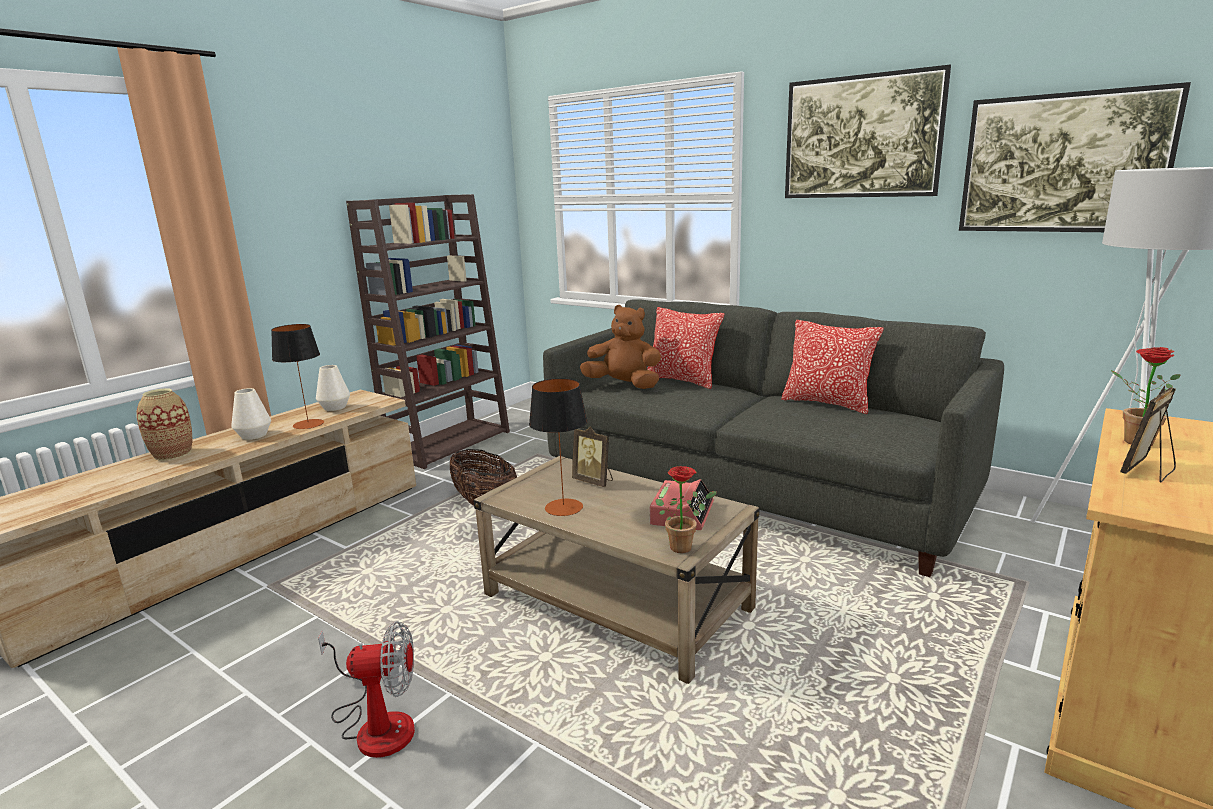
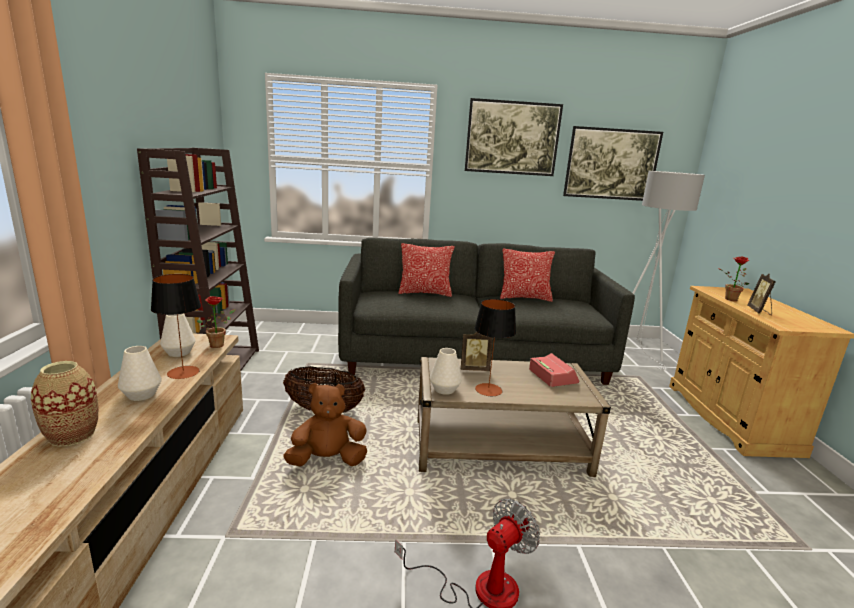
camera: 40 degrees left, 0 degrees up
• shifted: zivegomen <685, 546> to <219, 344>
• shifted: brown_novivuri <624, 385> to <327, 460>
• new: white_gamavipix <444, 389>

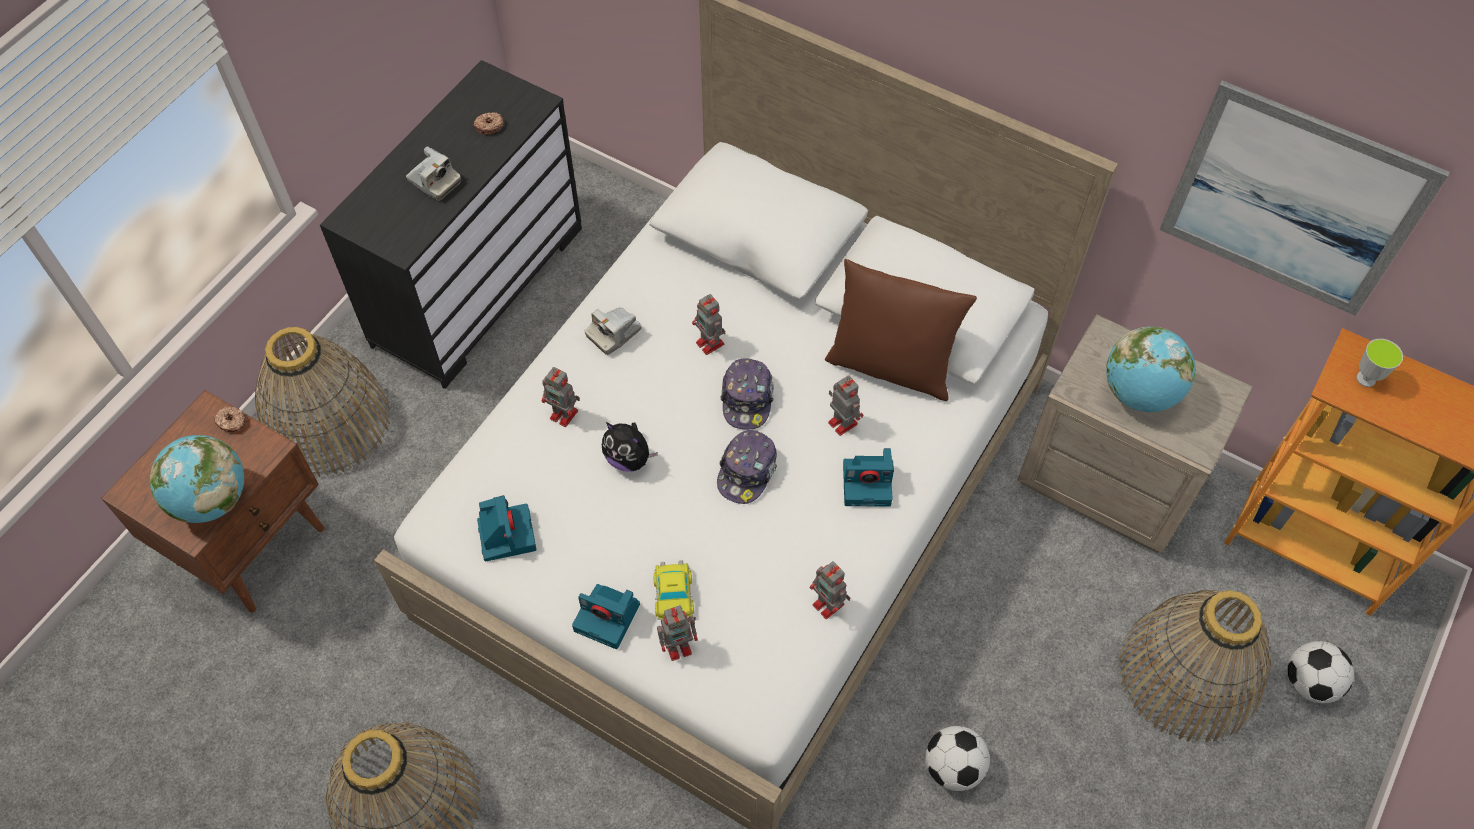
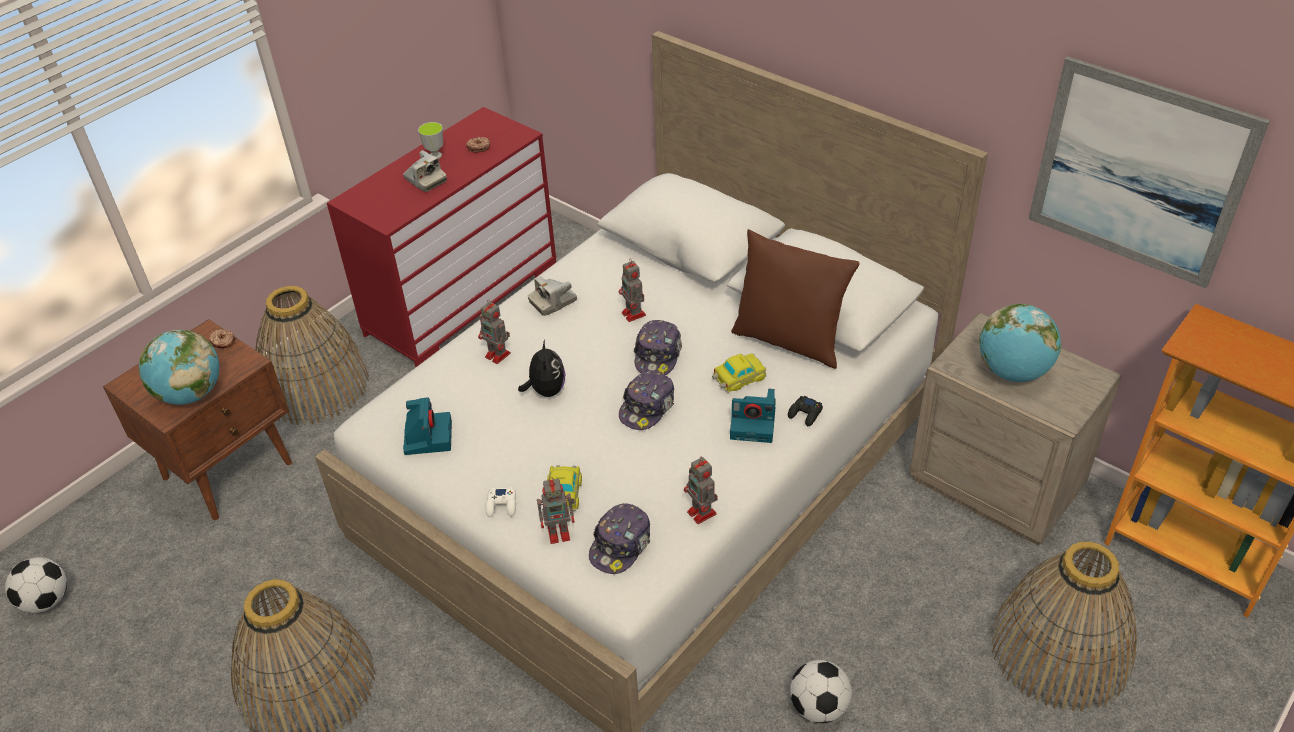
camera: 10 degrees right, 15 degrees down
• shifted: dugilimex <1309, 683> to <47, 601>
• repainted: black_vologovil <478, 285> to red_vologovil <462, 299>
• shifted: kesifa <1366, 379> to <435, 155>
• swapped: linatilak <608, 617> to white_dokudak <502, 505>
• rotated: novivuri <629, 458> = <546, 390> 135 degrees counterclockwise
• new: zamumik <621, 545>
• swapped: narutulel <842, 422> to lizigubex <738, 377>
• new: black_dokudak <805, 414>

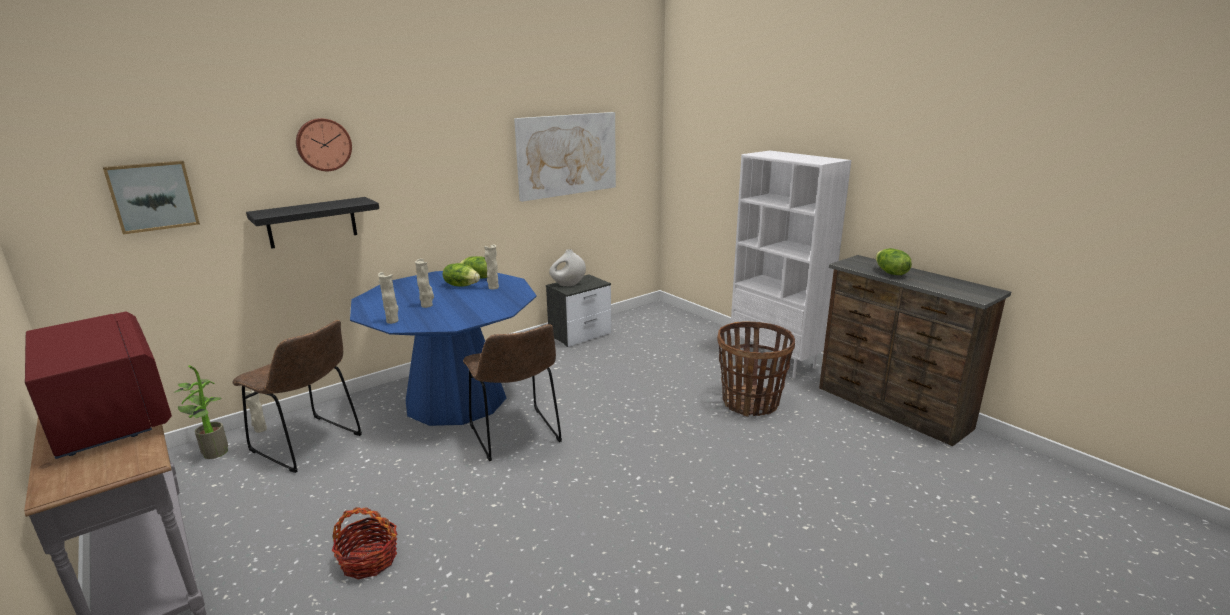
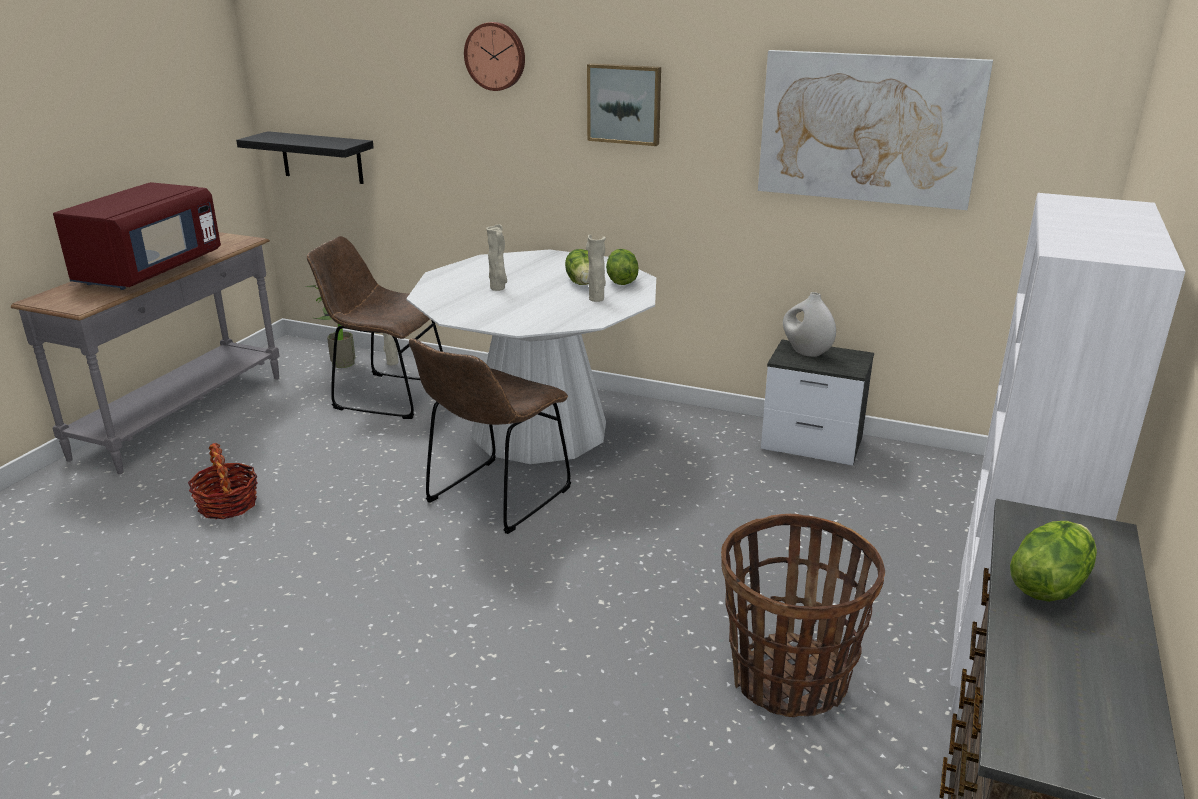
camera: 60 degrees right, 5 degrees up
• shifted: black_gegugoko <312, 222> to <321, 157>
• rotated: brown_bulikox <310, 444> = <386, 395> 105 degrees clockwise
• repainted: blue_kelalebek <456, 399> to white_kelalebek <539, 429>
• shifted: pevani <153, 196> to <625, 104>
• gone: beige_gamavipix <392, 321>

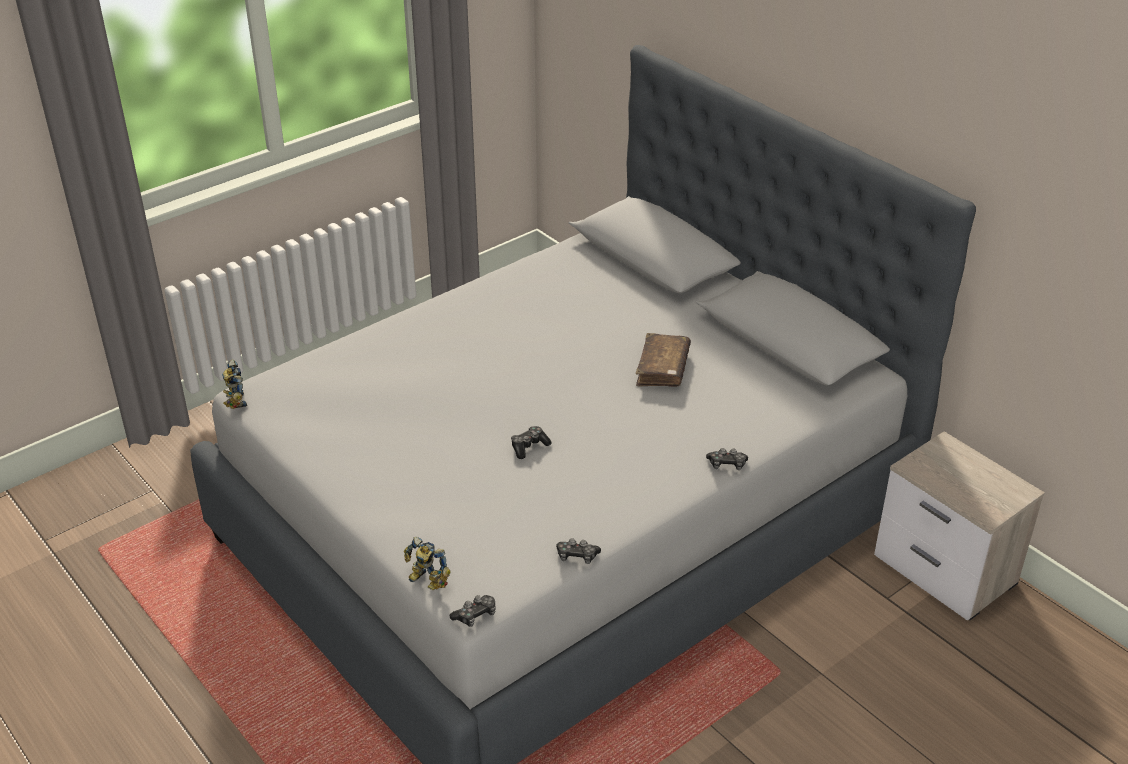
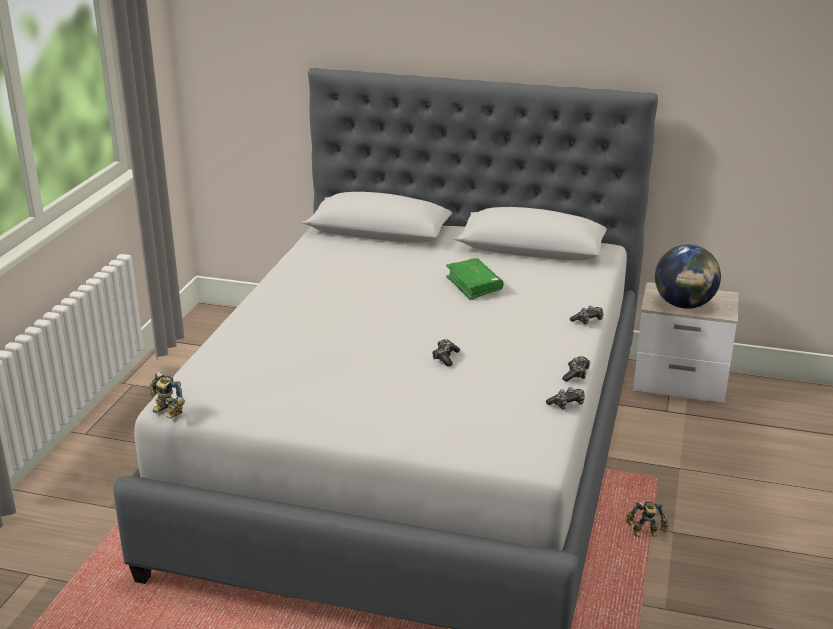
camera: 35 degrees left, 10 degrees down
• repainted: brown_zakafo <662, 369> to green_zakafo <474, 285>
• shifted: dokudak <475, 615> to <576, 374>
• shifted: narutulel <426, 582> to <646, 534>
• new: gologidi <684, 305>

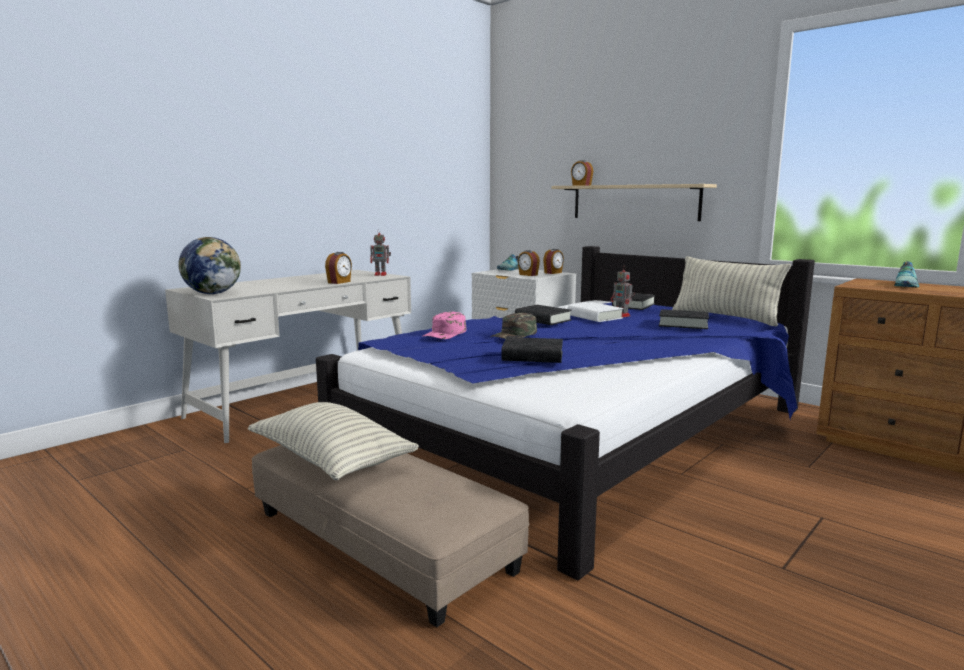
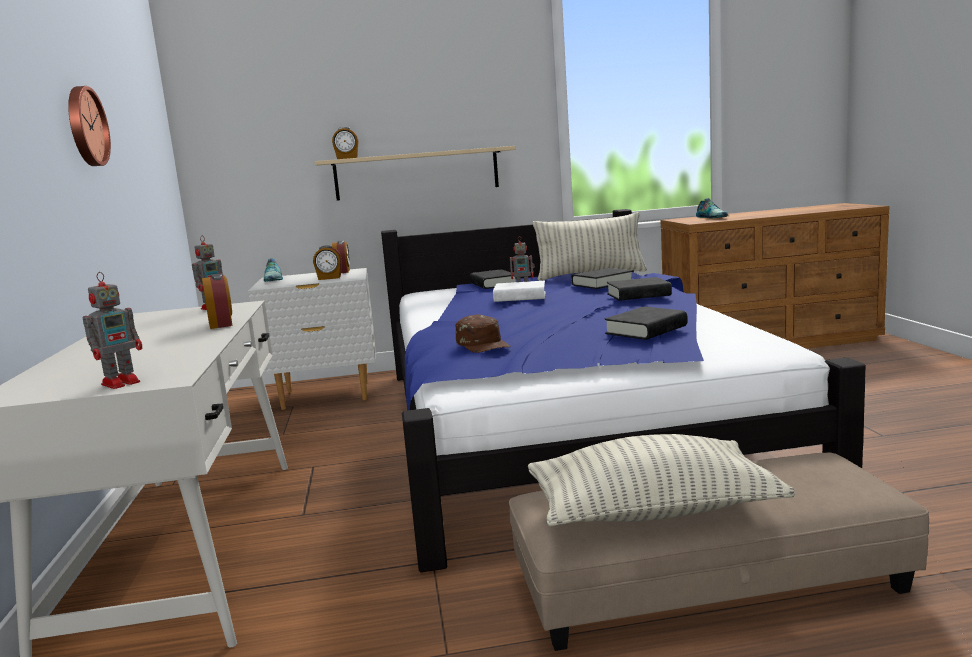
camera: 50 degrees left, 0 degrees up
• new: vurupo <85, 126>
• swapped: gologidi <213, 293> to narutulel <122, 382>
• repainted: pink_zamumik <445, 334> to brown_zamumik <483, 344>
• shifted: black_zakafo <542, 320> to <638, 295>
• gone: green_zamumik <514, 335>

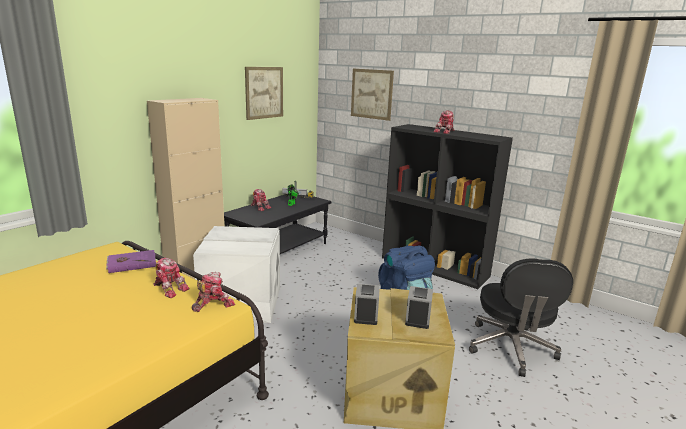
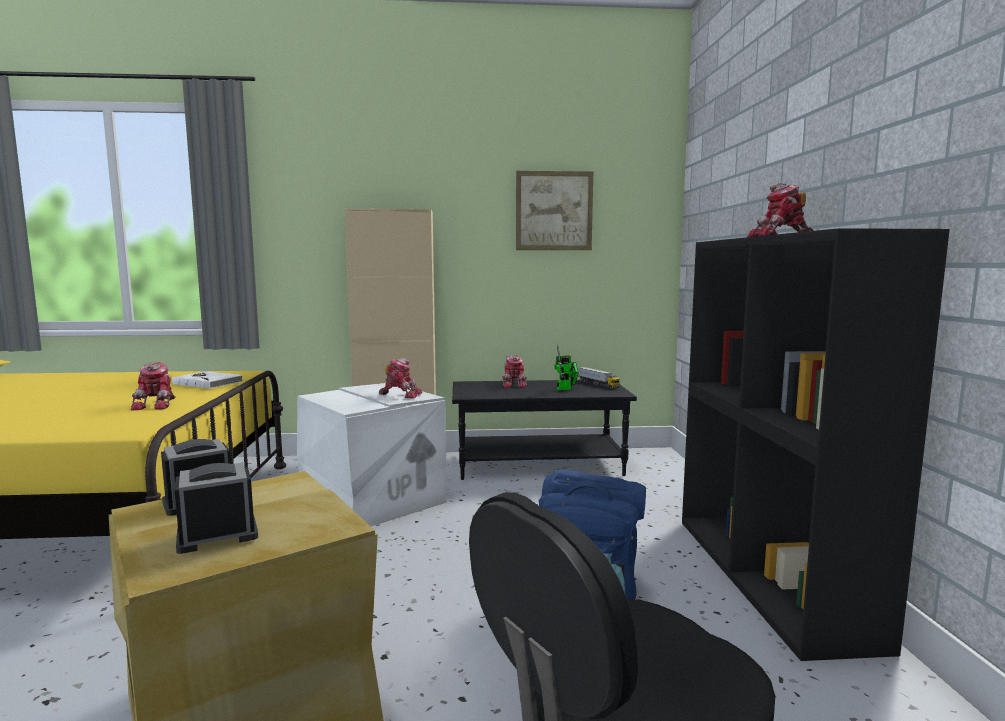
camera: 50 degrees right, 10 degrees down
• repainted: purple_zakafo <132, 263> to white_zakafo <208, 382>
• shifted: narutulel <213, 304> to <401, 394>
• gone: pevani <371, 94>

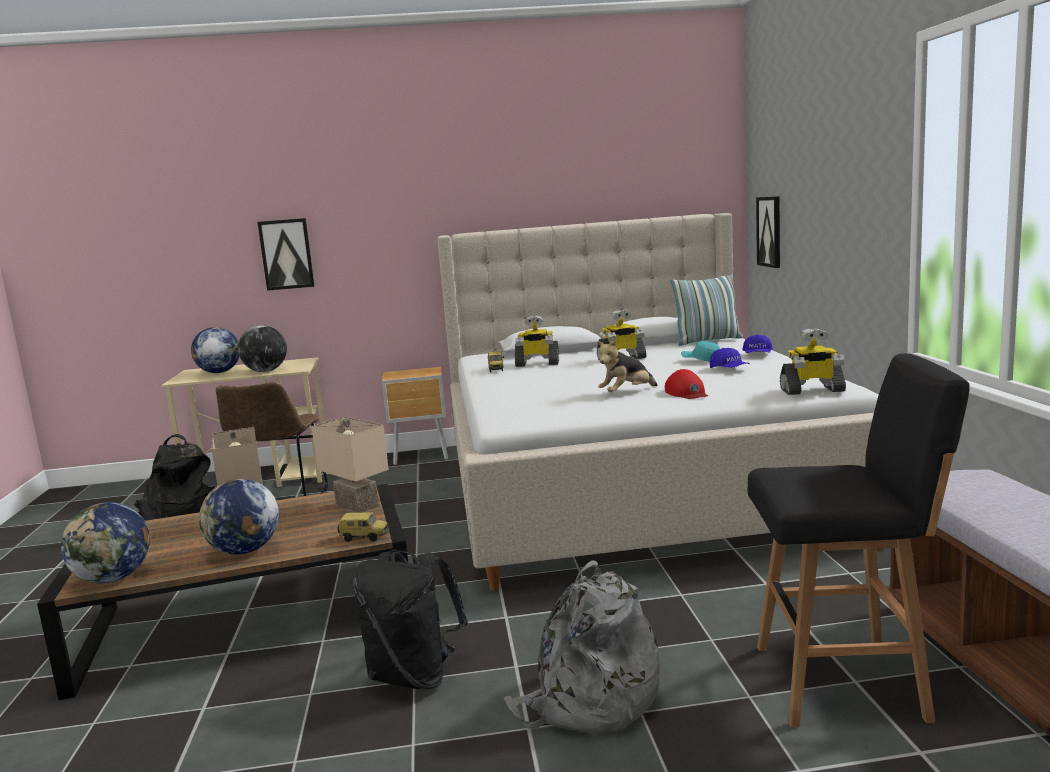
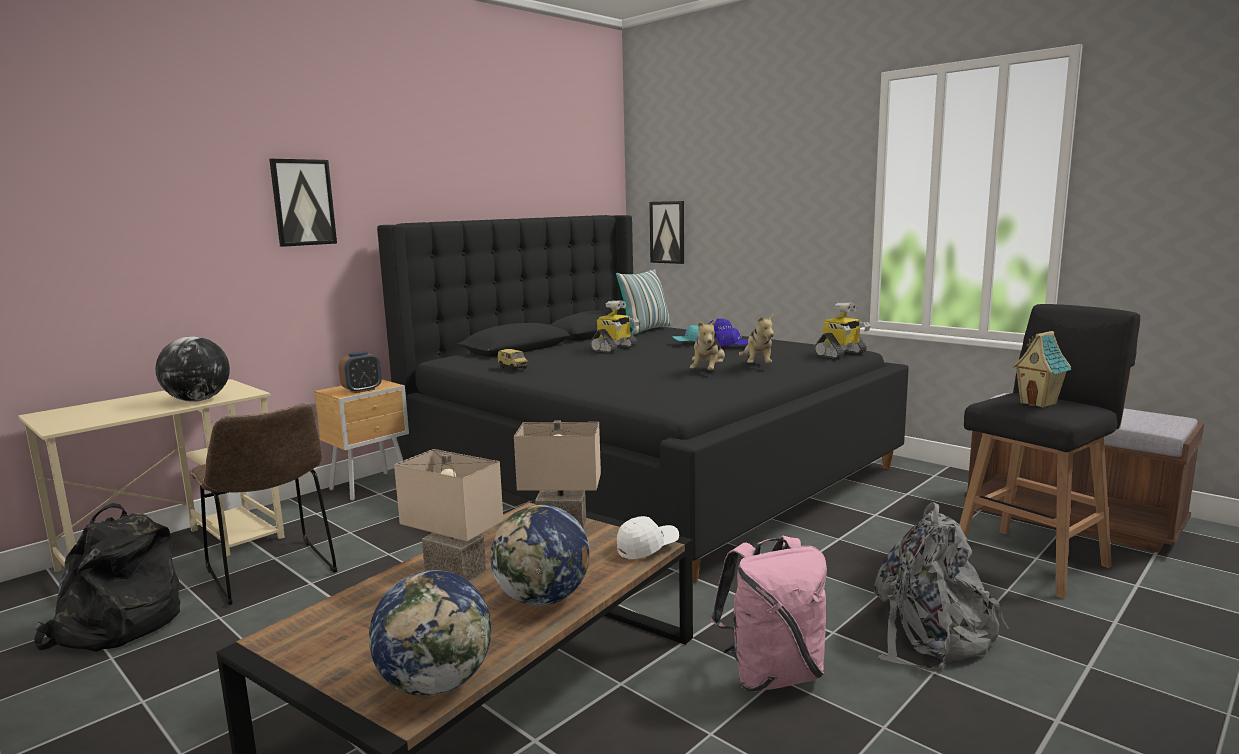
camera: 40 degrees left, 0 degrees up
• shifted: pevani <286, 254> to <303, 202>
• new: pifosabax <362, 390>
• repainted: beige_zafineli <635, 485> to black_zafineli <645, 468>
• swapped: lizigubex <364, 537> to white_zamumik <647, 548>
• repainted: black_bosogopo <414, 676> to pink_bosogopo <772, 675>
• swapped: red_zamumik <687, 393> to novivuri <757, 366>
• new: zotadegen <1039, 403>
• gone: gologidi <219, 372>
• gone: narutulel <537, 364>

